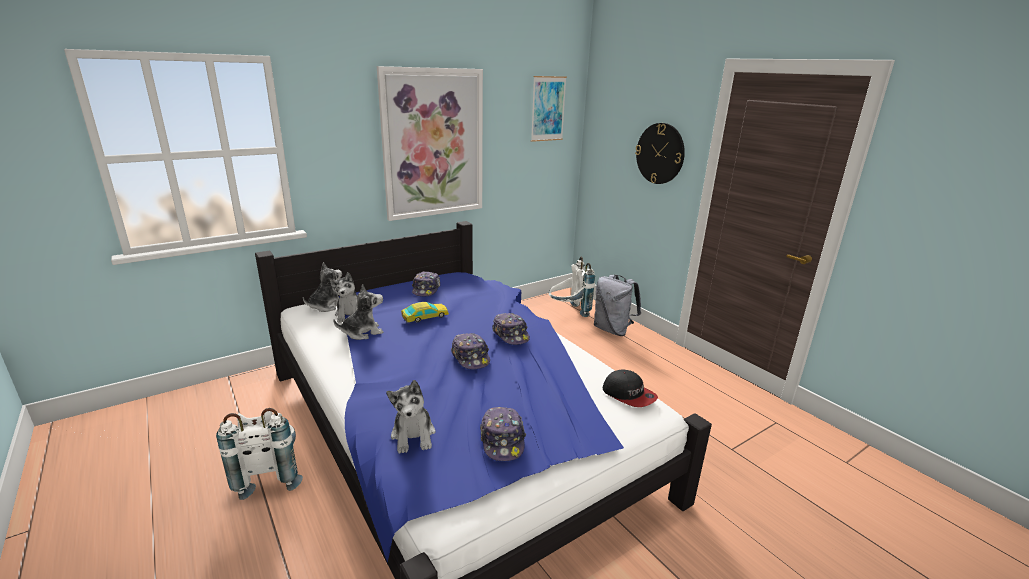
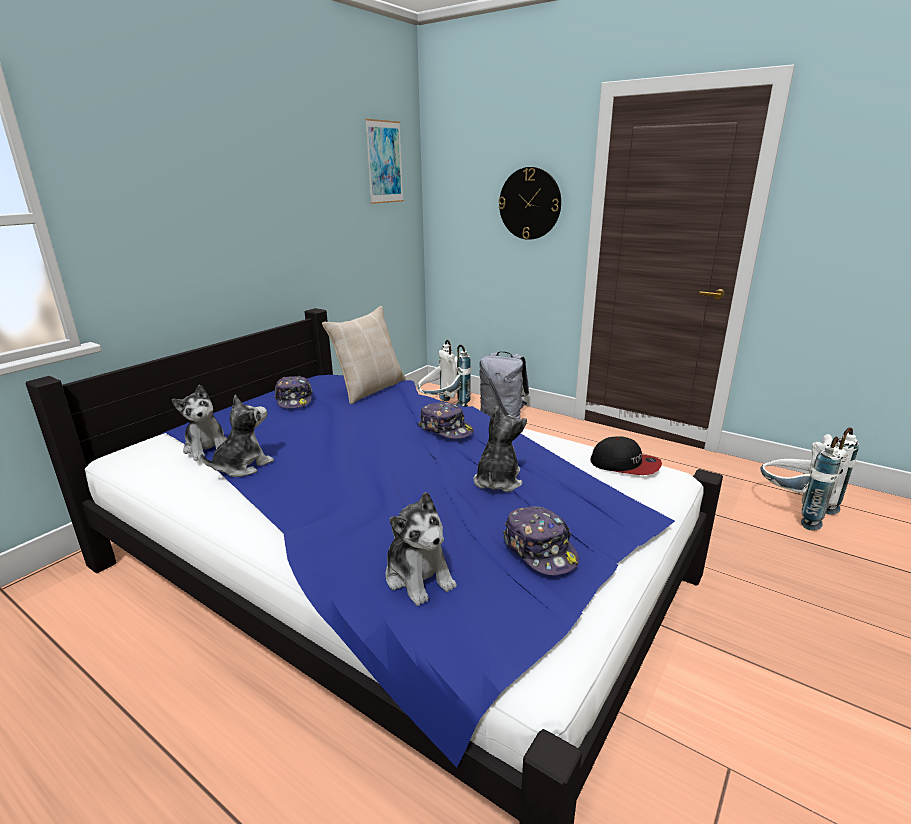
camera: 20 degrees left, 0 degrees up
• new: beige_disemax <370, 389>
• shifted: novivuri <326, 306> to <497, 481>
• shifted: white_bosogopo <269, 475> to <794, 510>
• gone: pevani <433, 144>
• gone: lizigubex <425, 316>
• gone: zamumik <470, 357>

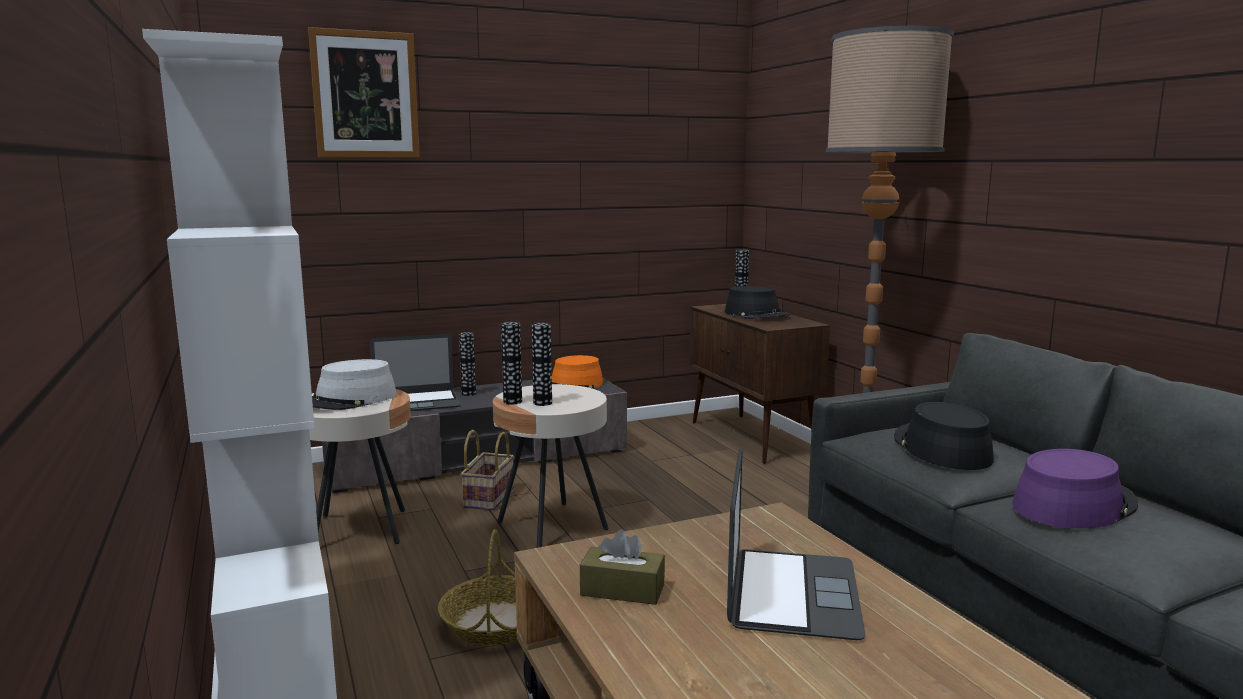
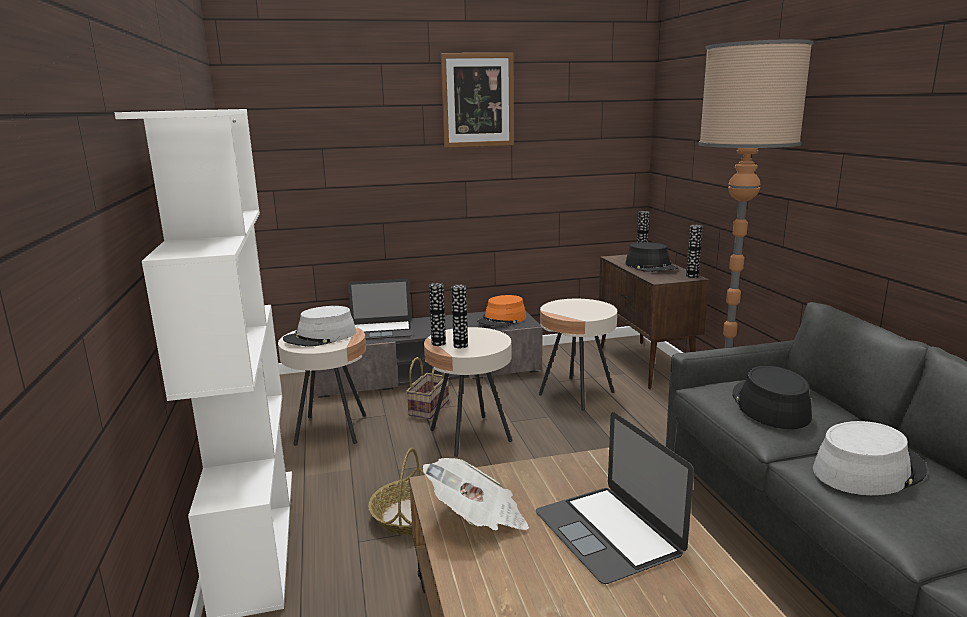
camera: 10 degrees right, 5 degrees up
• swapped: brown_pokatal <622, 590> to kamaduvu <478, 518>
• shifted: pevani <365, 95> to <478, 100>
• rotated: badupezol <792, 593> = <607, 532> 135 degrees clockwise
• new: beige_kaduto <576, 394>
• shifted: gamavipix <468, 394> to <692, 276>
• repainted: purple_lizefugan <1073, 505> to grey_lizefugan <867, 470>

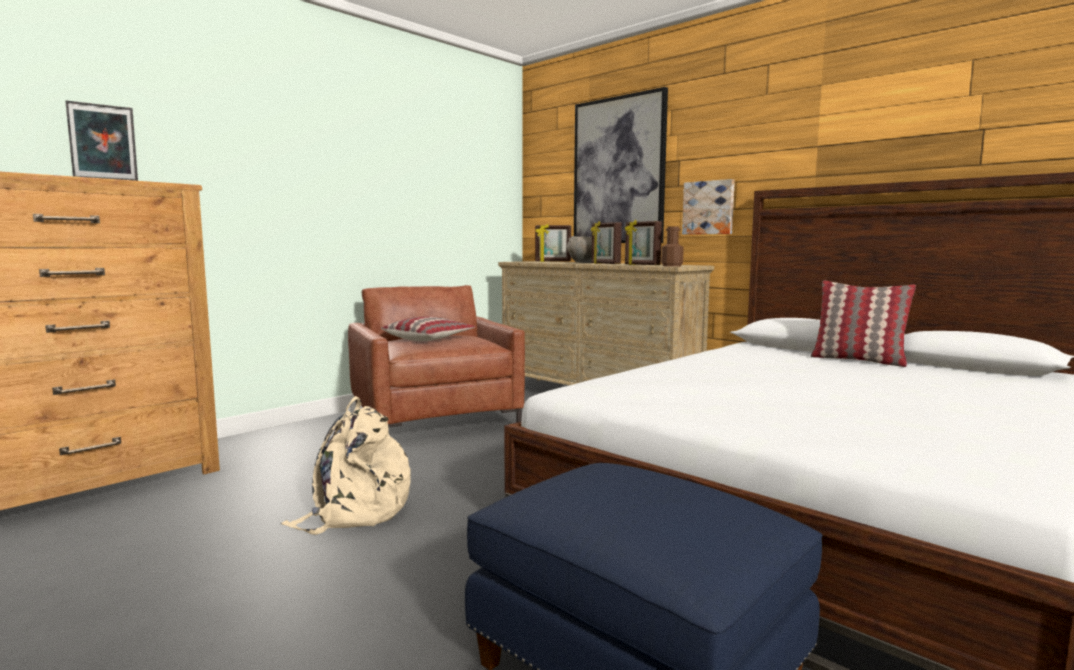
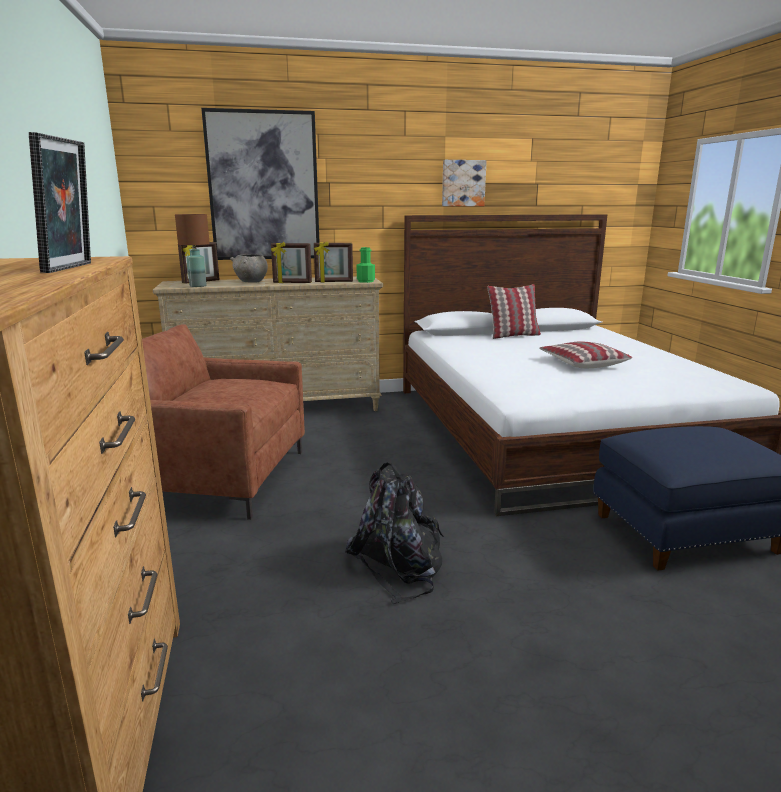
camera: 55 degrees left, 10 degrees up
• new: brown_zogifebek <198, 286>
• repainted: beige_bosogopo <355, 511> to black_bosogopo <399, 564>
• repainted: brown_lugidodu <671, 266> to green_lugidodu <365, 281>
• shifted: pevani <709, 208> to <463, 183>
• shifted: disemax <429, 338> to <582, 363>

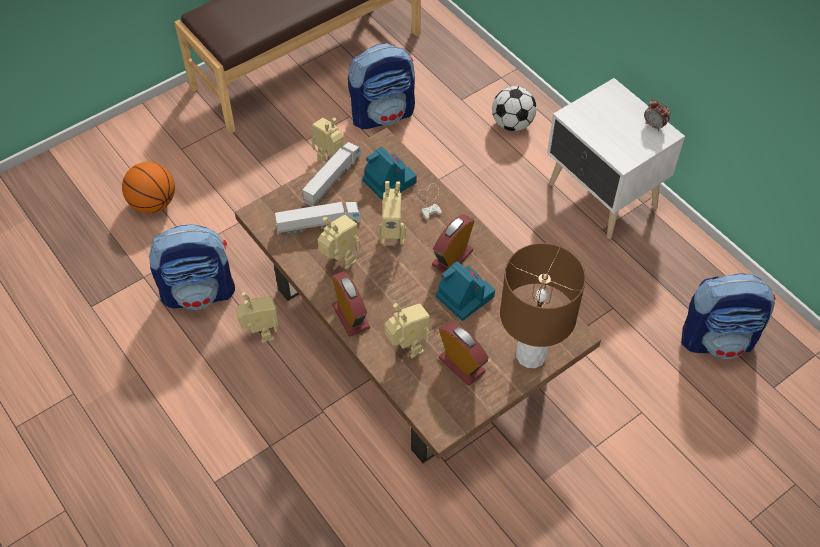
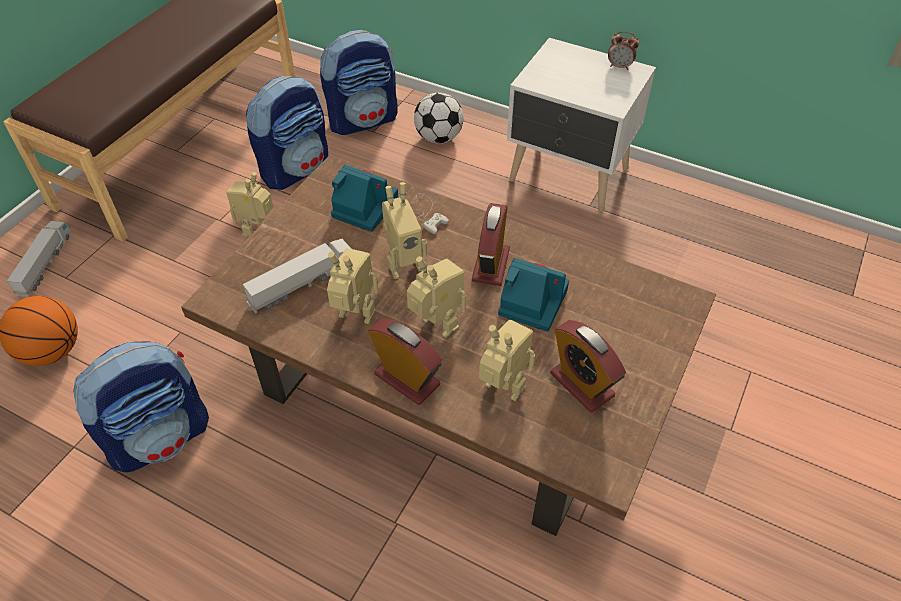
camera: 25 degrees left, 5 degrees down
• shifted: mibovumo <332, 180> to <45, 264>
• shifted: bosogopo <718, 339> to <363, 120>
• shifted: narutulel <261, 334> to <436, 327>
• rotated: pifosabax <461, 365> = <581, 384> 150 degrees counterclockwise
• gone: brown_zogifebek <531, 355>

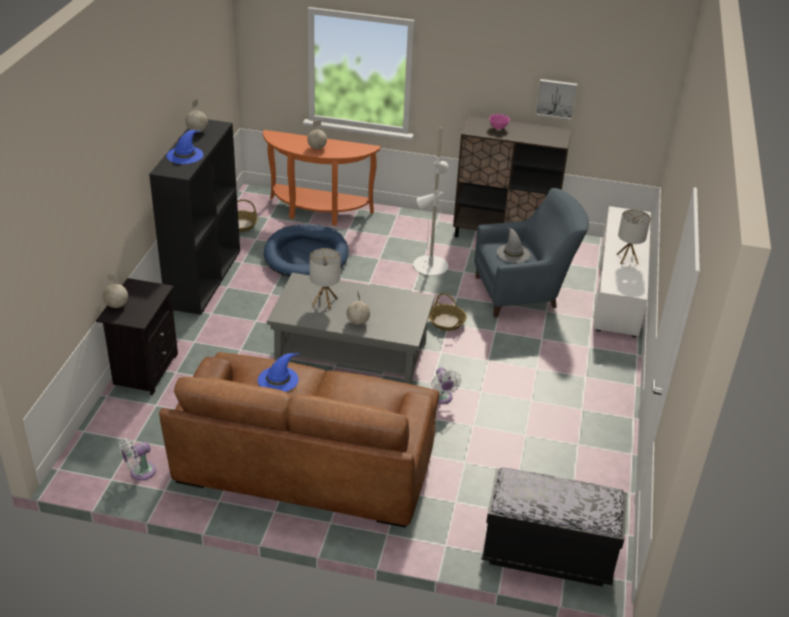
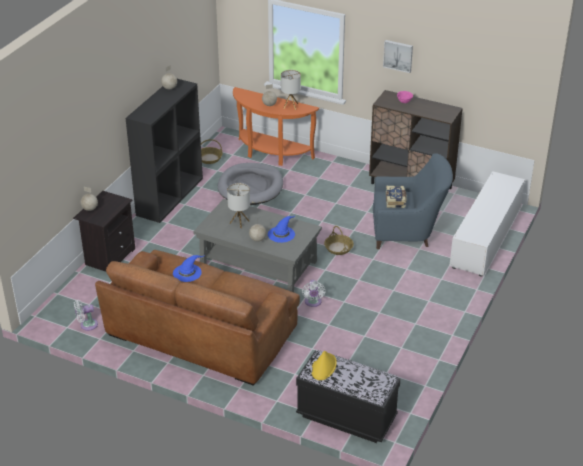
camera: 15 degrees right, 0 degrees up
• repainted: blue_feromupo <306, 255> to grey_feromupo <250, 187>
• shifted: blue_lizefugan <185, 155> to <281, 234>
• shifted: zogifebek <627, 259> to <290, 106>
• new: yellow_lizefugan <324, 367>
• shifted: pevani <556, 98> to <398, 55>
• swapped: grey_lizefugan <513, 253> to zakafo <396, 201>
• gone: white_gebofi <430, 261>

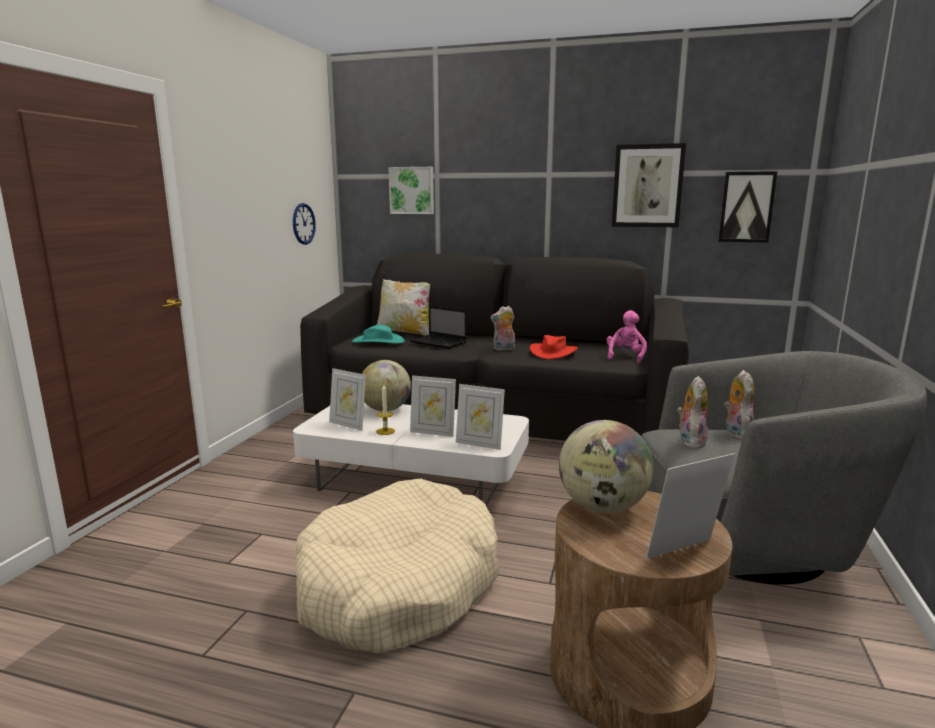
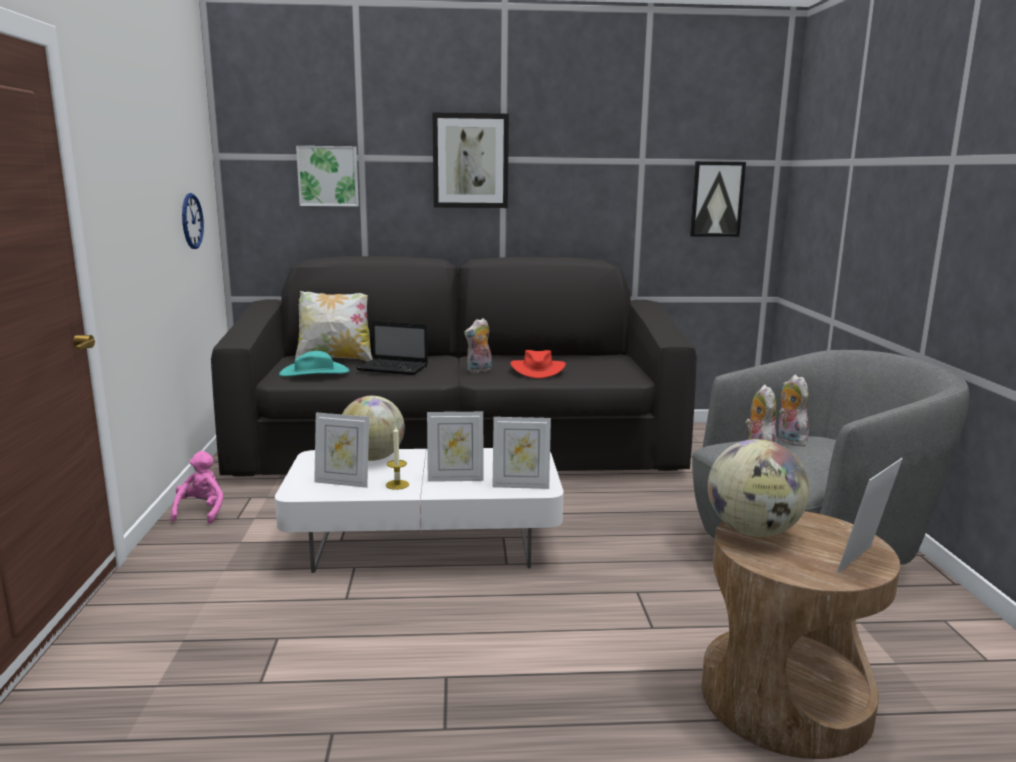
camera: 20 degrees left, 0 degrees up
• shifted: pink_novivuri <625, 357> to <201, 512>
• shifted: pevani <647, 186> to <470, 161>
• gone: beige_feromupo <399, 585>

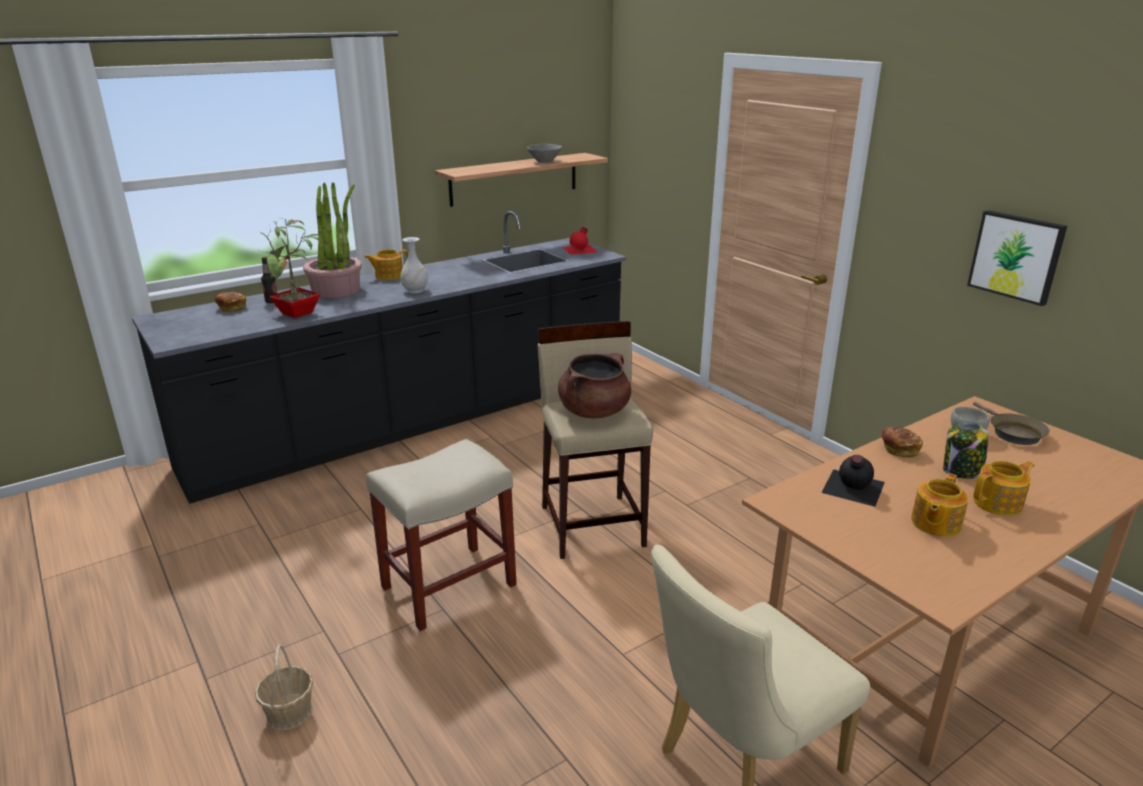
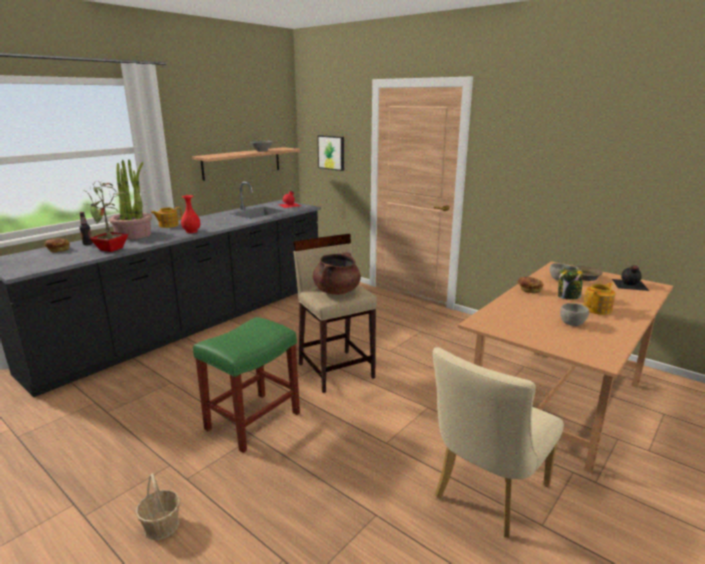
camera: 15 degrees left, 5 degrees down
• repainted: white_gamavipix <415, 291> to red_gamavipix <192, 231>
• repainted: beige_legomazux <447, 587> to green_legomazux <252, 422>
• shifted: pevani <1016, 256> to <331, 152>
• swapped: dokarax <934, 523> to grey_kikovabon <571, 323>
• shifted: black_lugidodu <852, 487> to <629, 284>

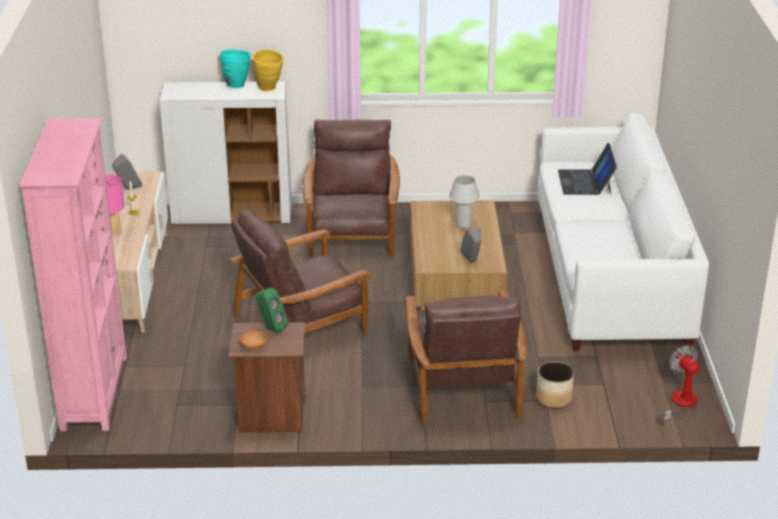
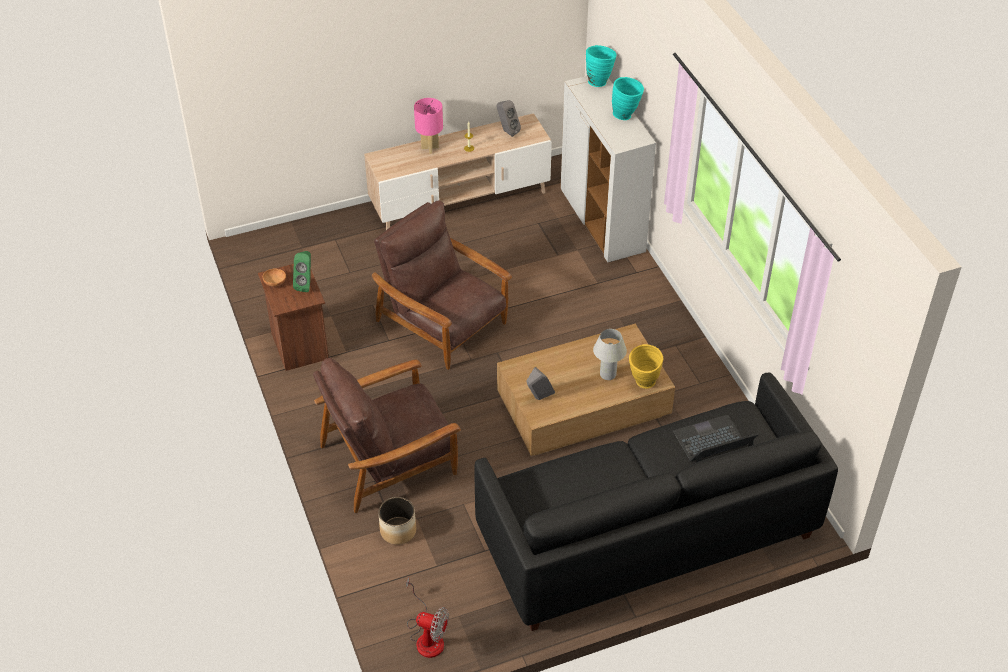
camera: 70 degrees right, 15 degrees up
• rotated: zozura <680, 404> = <427, 636> 60 degrees clockwise
• repainted: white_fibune <609, 275> to black_fibune <646, 533>
• new: turquoise_gamavipix <599, 81>
• shifted: yellow_gamavipix <269, 89> to <643, 384>
• gone: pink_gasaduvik <94, 391>
• gone: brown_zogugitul <352, 233>

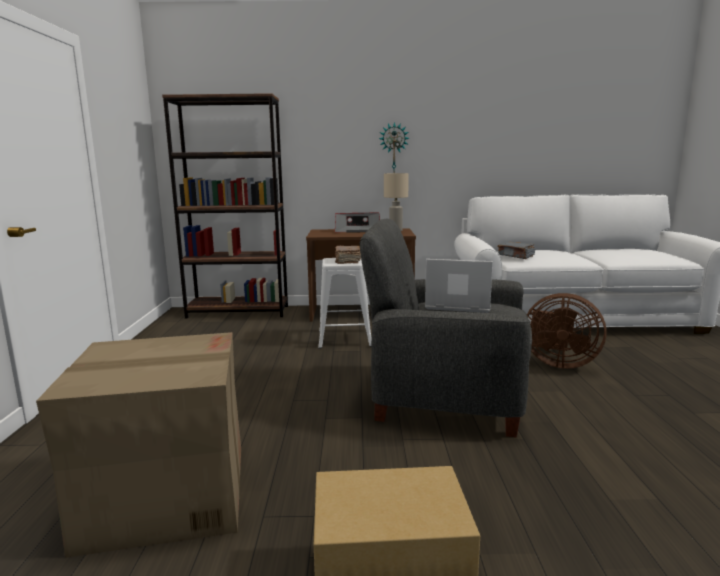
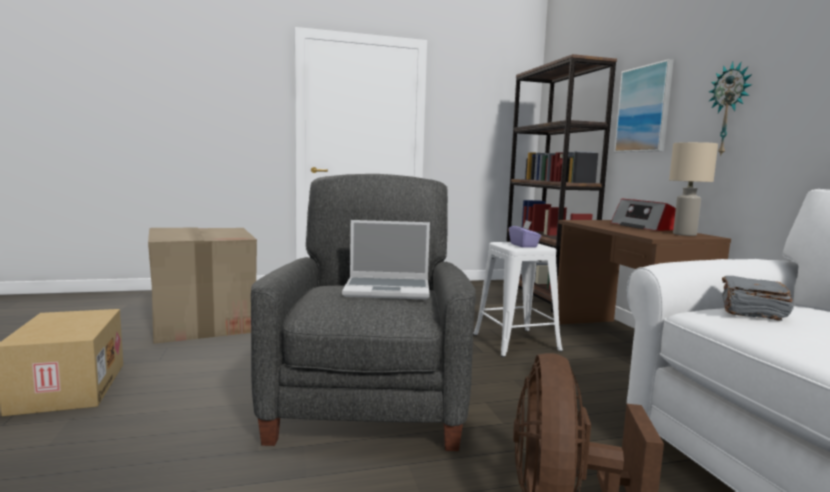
camera: 75 degrees right, 5 degrees down
• rotated: badupezol <457, 305> = <388, 290> 90 degrees clockwise
• swapped: brown_zakafo <347, 260> to purple_pokatal <524, 245>
• new: pevani <644, 109>

